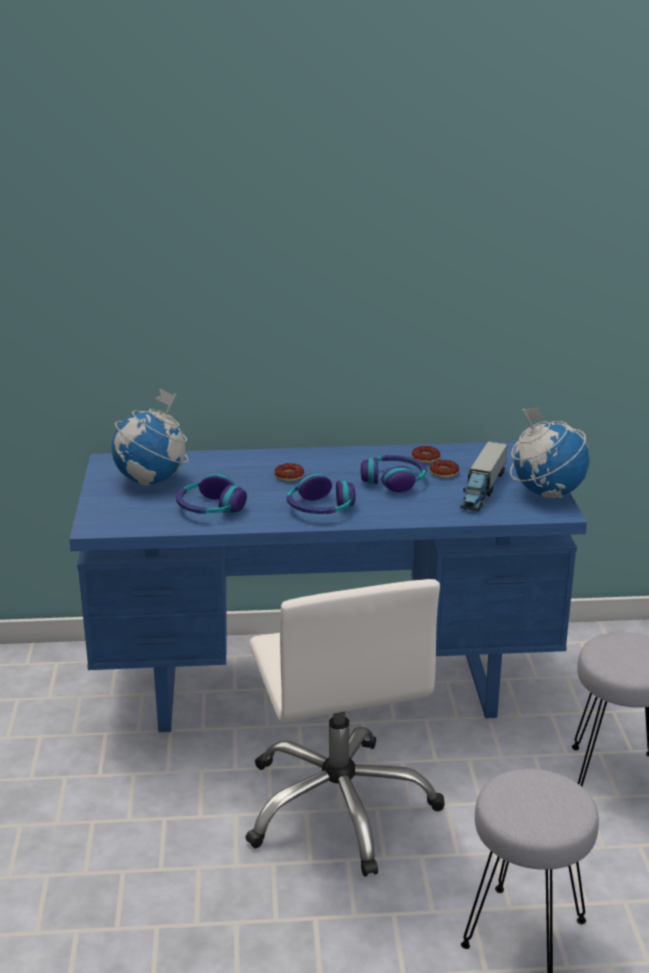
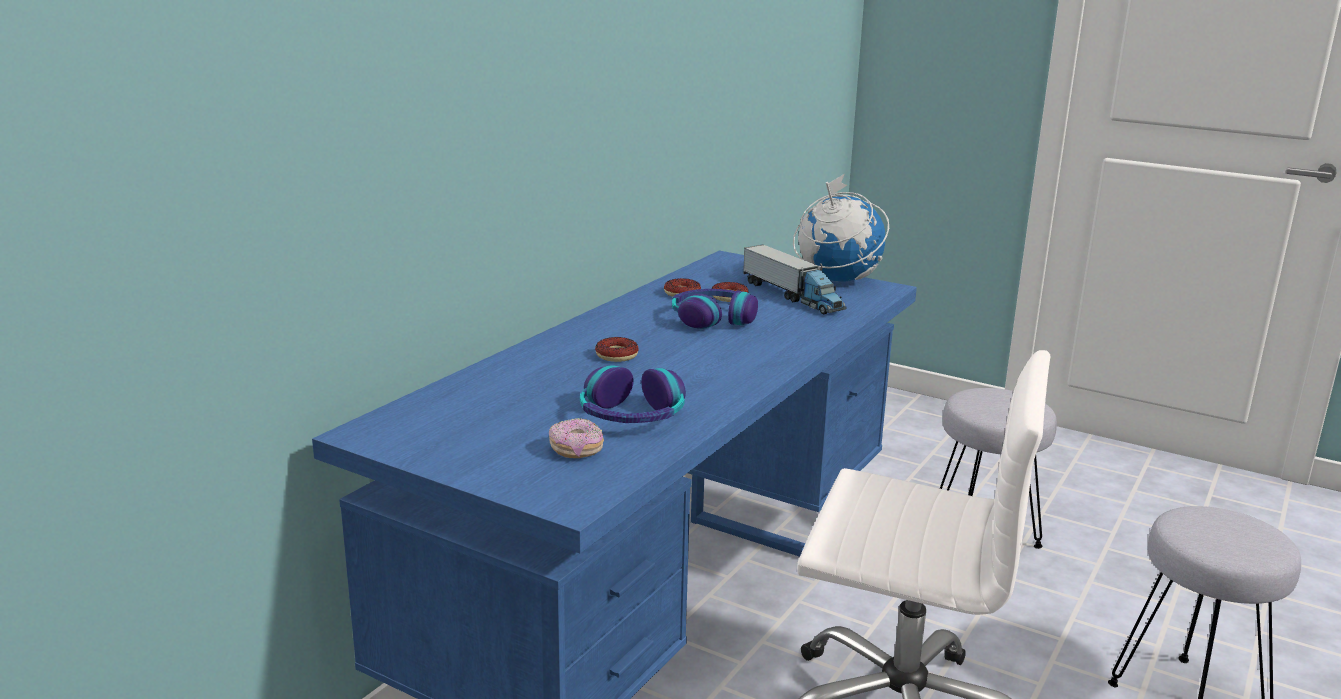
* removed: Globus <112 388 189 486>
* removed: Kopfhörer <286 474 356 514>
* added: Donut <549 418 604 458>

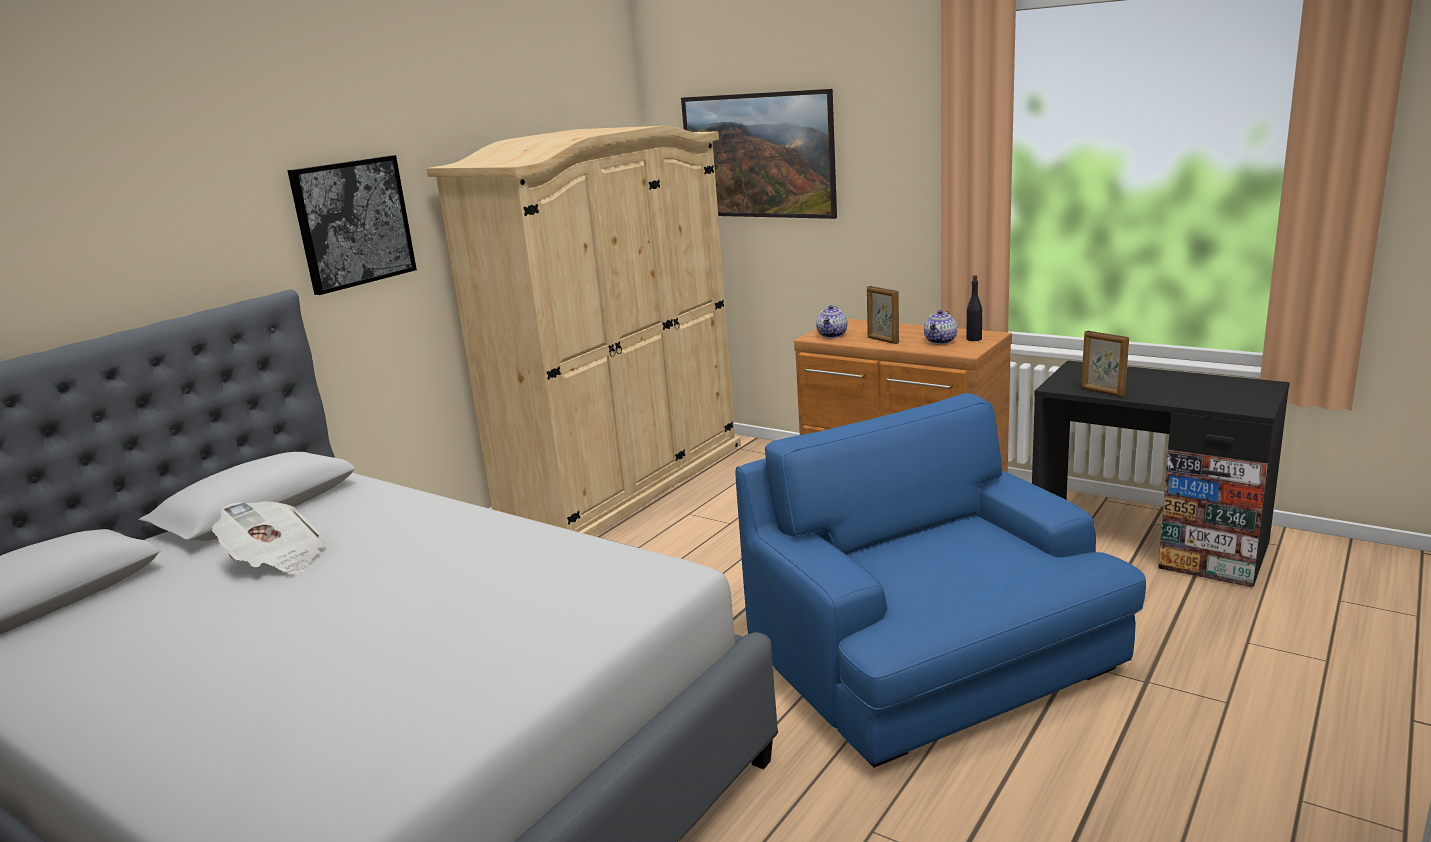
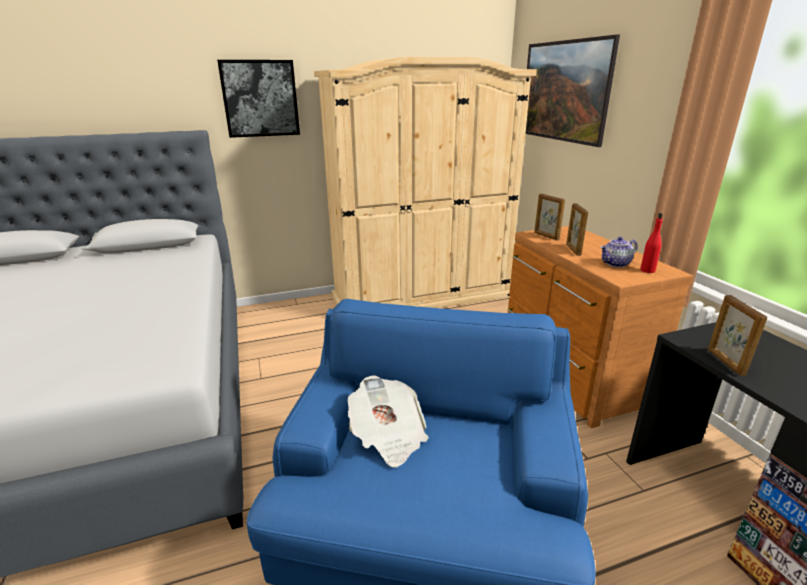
* moved: Zeitung <212 501 326 574> to <347 375 429 468>
* replaced: Teekanne <816 305 847 338> to Bilderrahmen <534 194 565 240>
* recoloured: Flasche [schwarz] <967 275 982 341> to Flasche [rot] <640 213 663 273>

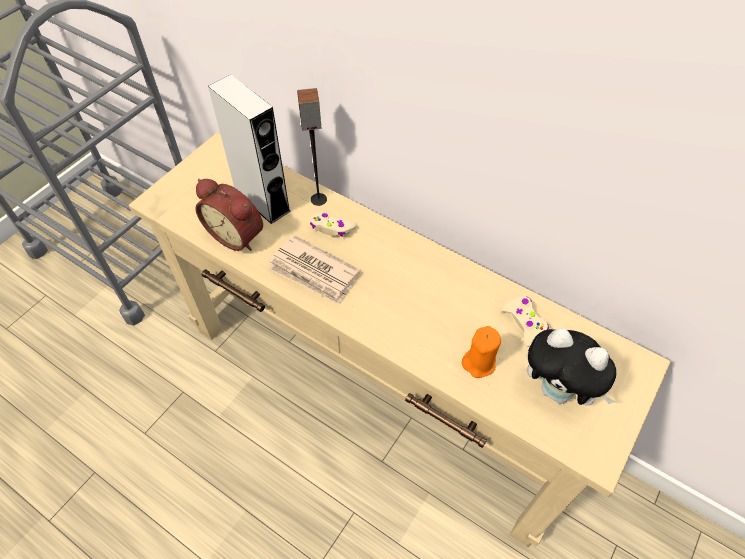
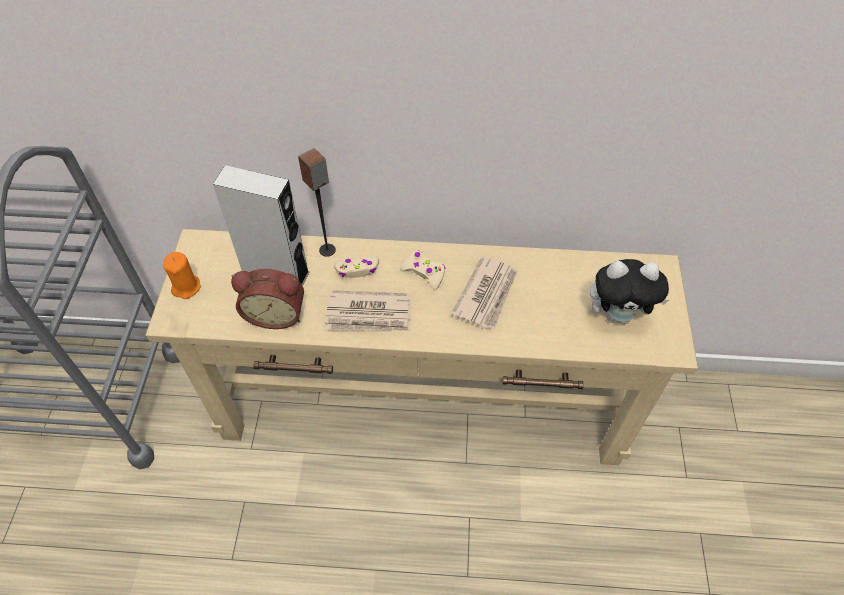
* moved: Kerze [orange] <462 326 501 378> to <163 252 201 299>
* moved: Gamepad [beige] <500 296 549 347> to <400 250 445 290>
* added: Zeitung <451 256 518 329>

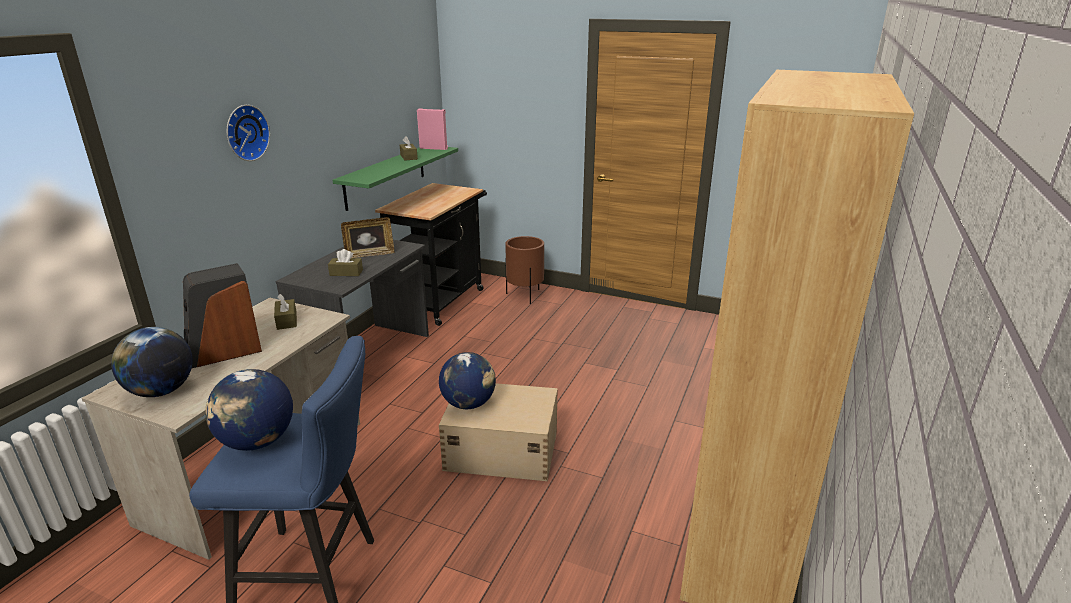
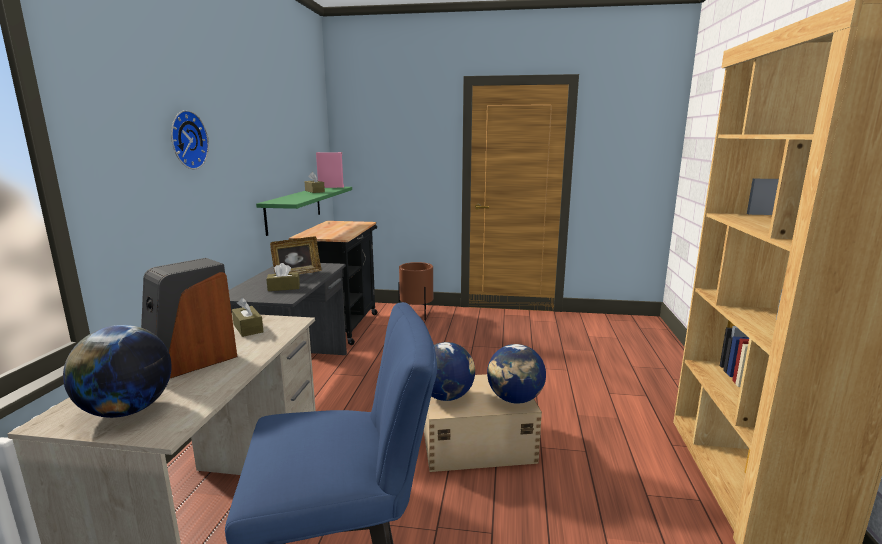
* moved: Globus <205 369 293 451> to <487 344 546 404>

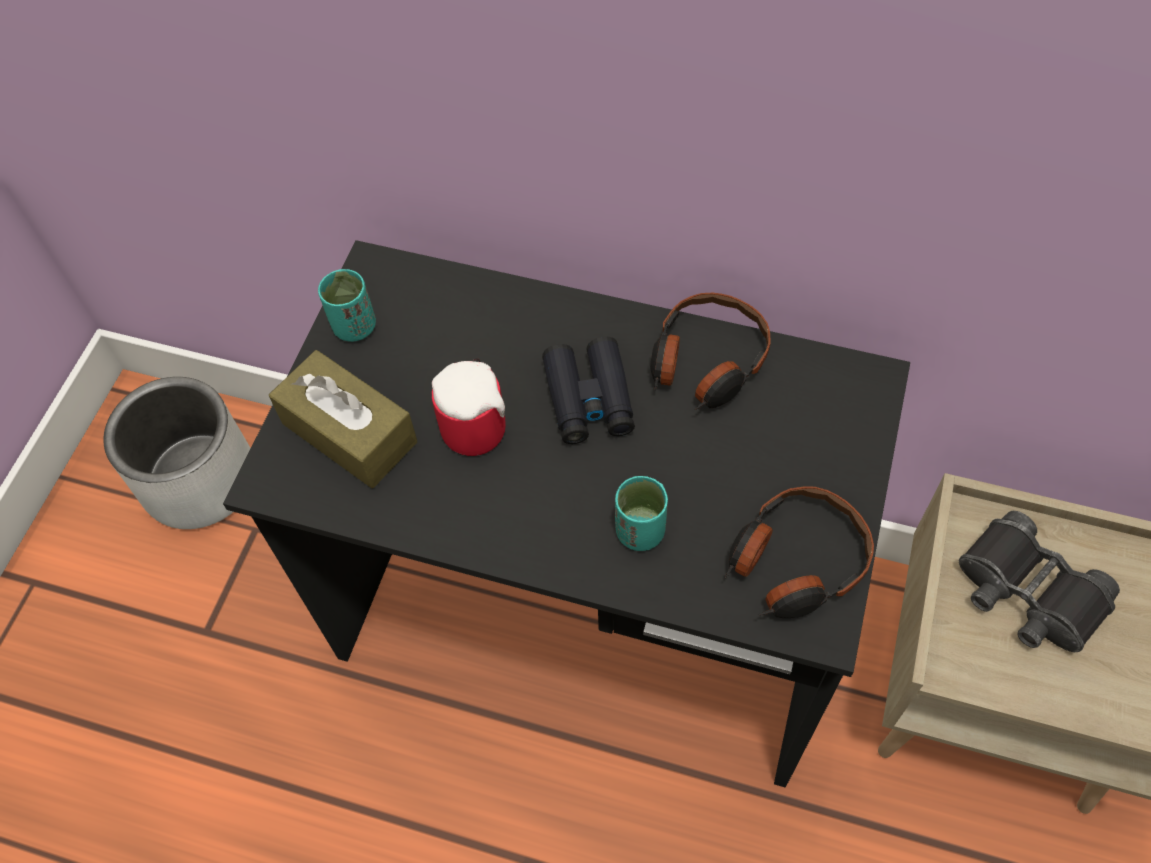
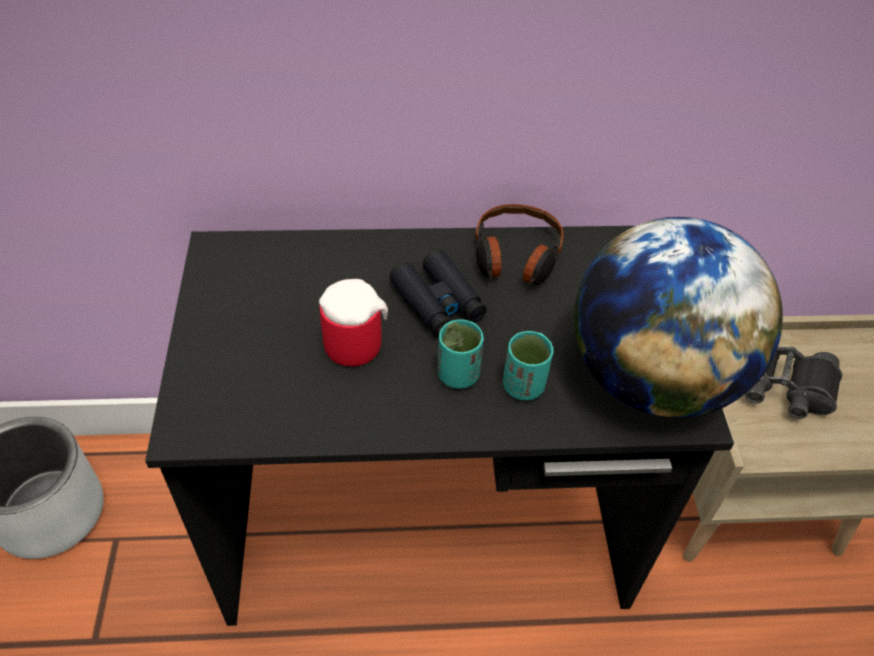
* removed: Taschentuchbox [braun] <269 350 417 488>
* moved: Tasse [türkis] <318 269 376 342> to <438 319 484 389>
* replaced: Kopfhörer <725 486 874 618> to Globus <574 217 783 418>

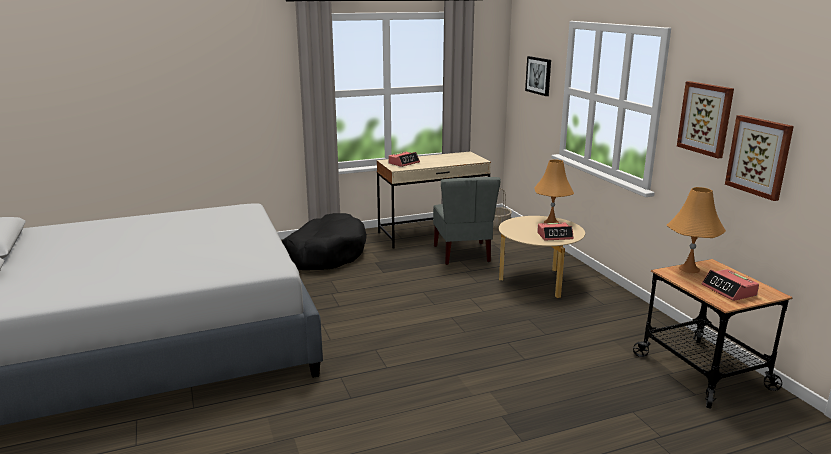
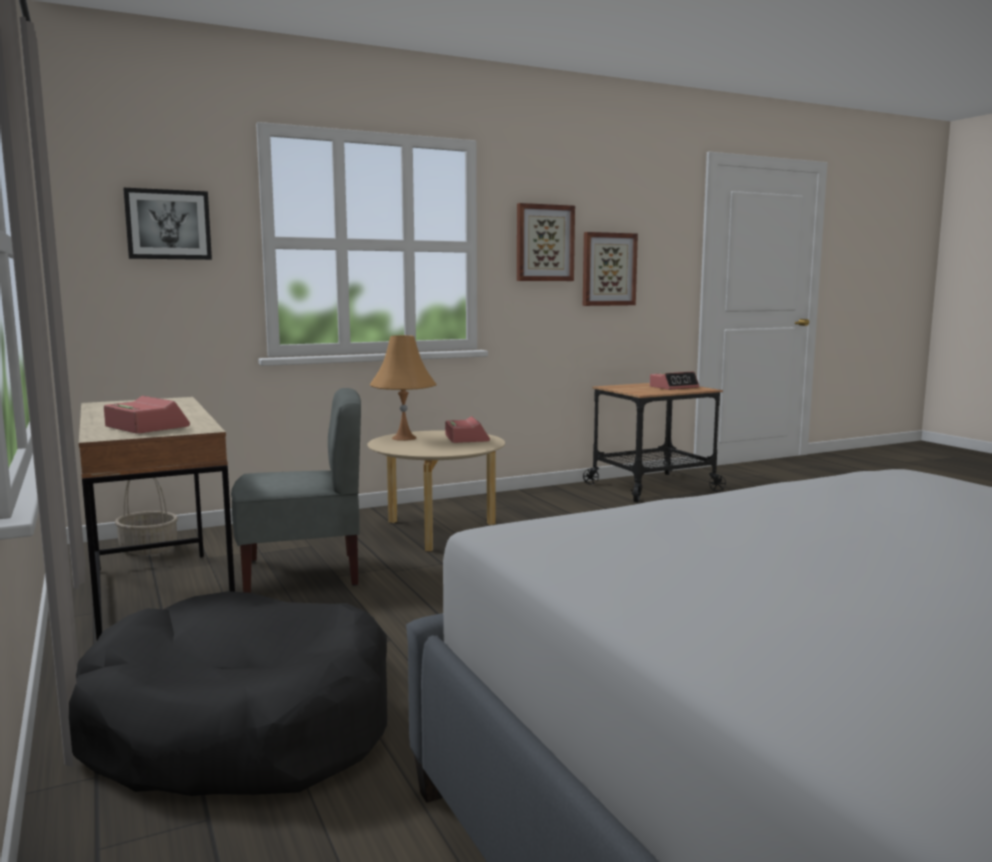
* removed: Tischlampe [orange] <667 187 726 273>

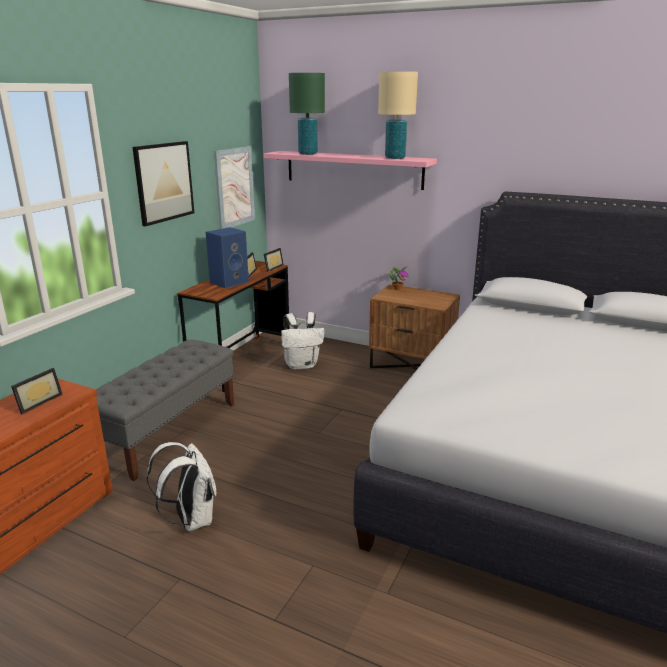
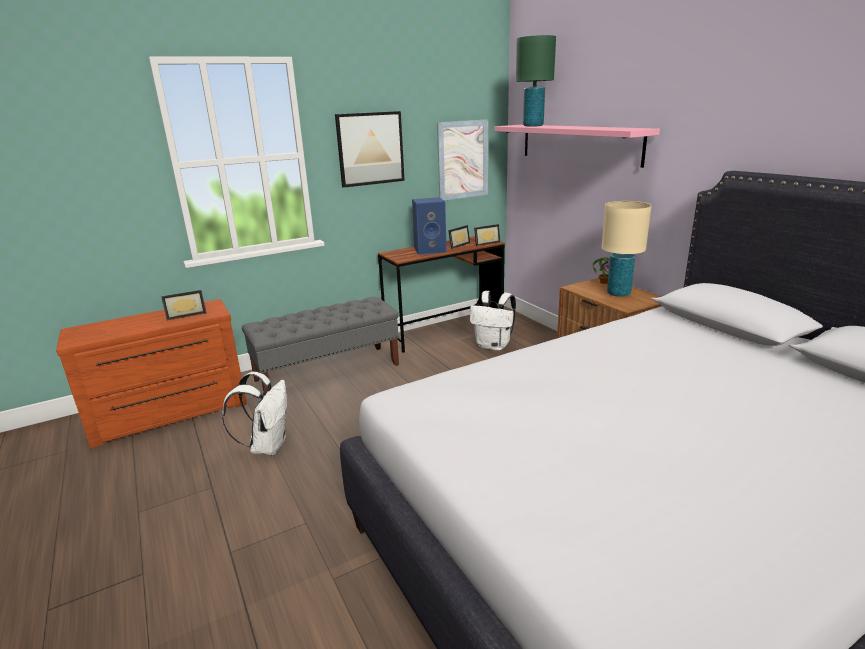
* moved: Tischlampe [beige] <378 71 418 159> to <602 201 652 297>

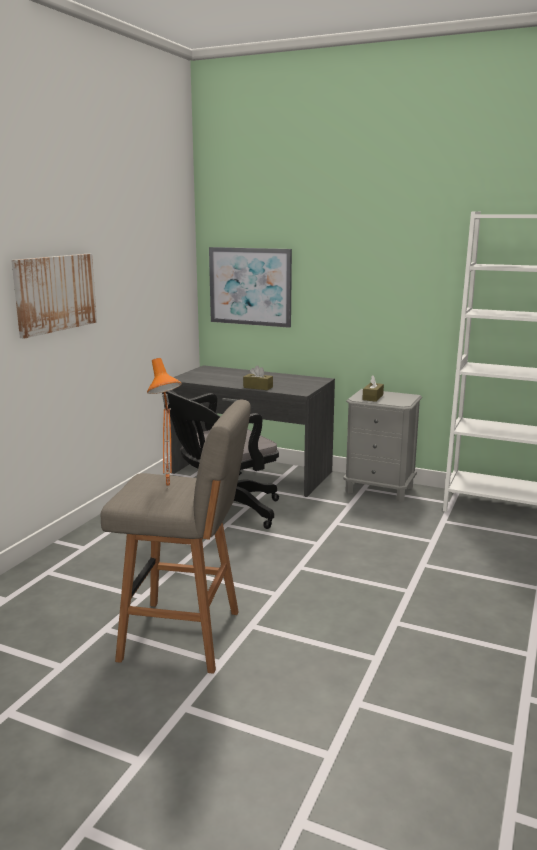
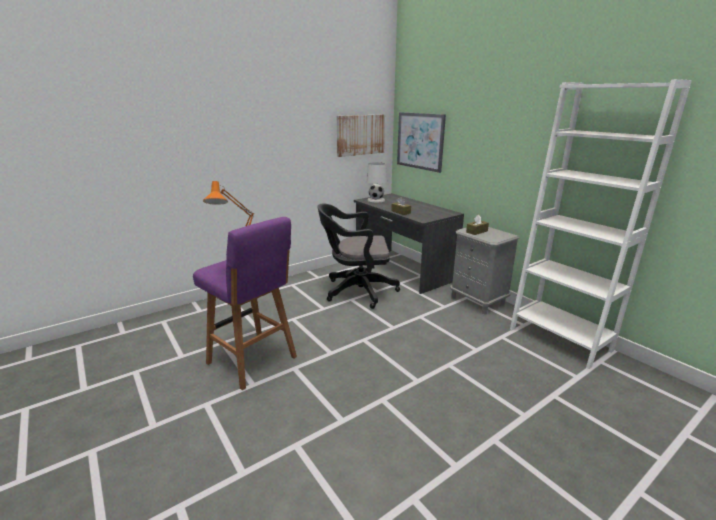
* moved: Bild <11 254 97 339> to <337 114 385 157>
* recoloured: Hocker [grau] <100 400 251 674> to Hocker [lila] <193 217 297 390>
* added: Tischlampe [weiß] <366 162 387 202>

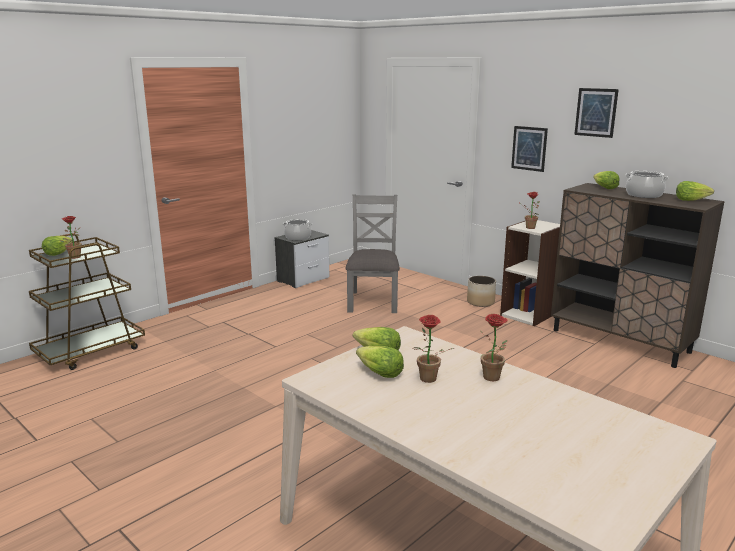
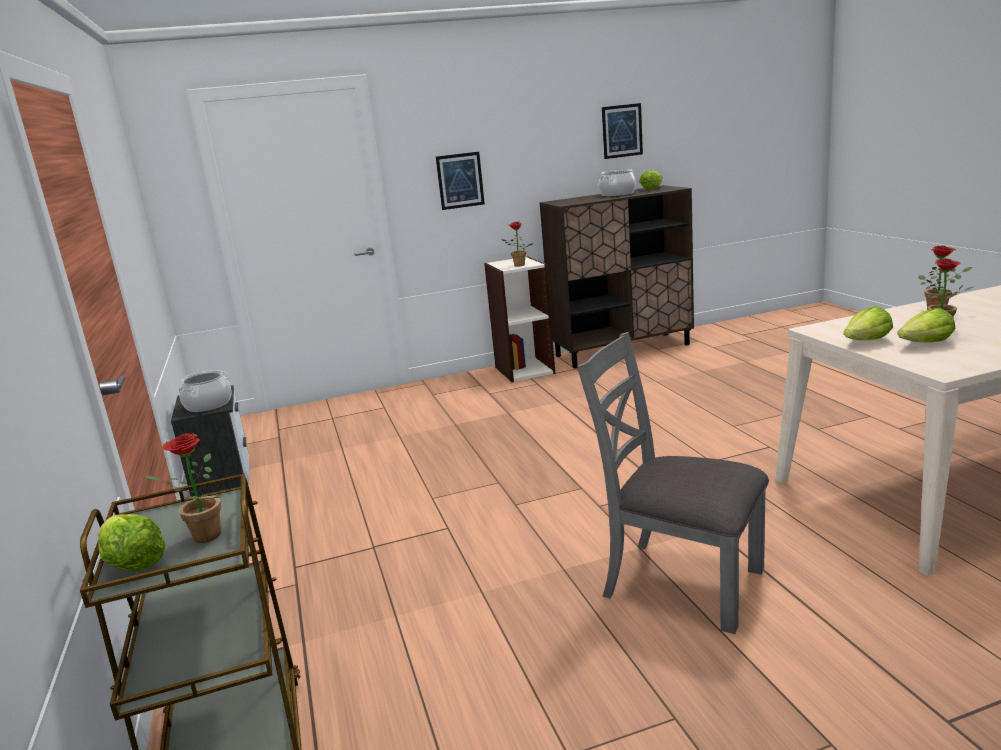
* moved: Stuhl [grau] <345 194 400 313> to <577 332 769 634>
* removed: Pflanzkübel <467 276 496 307>
* moved: Bild <574 88 619 138> to <602 103 643 159>
* removed: Salatkopf <593 171 620 189>

